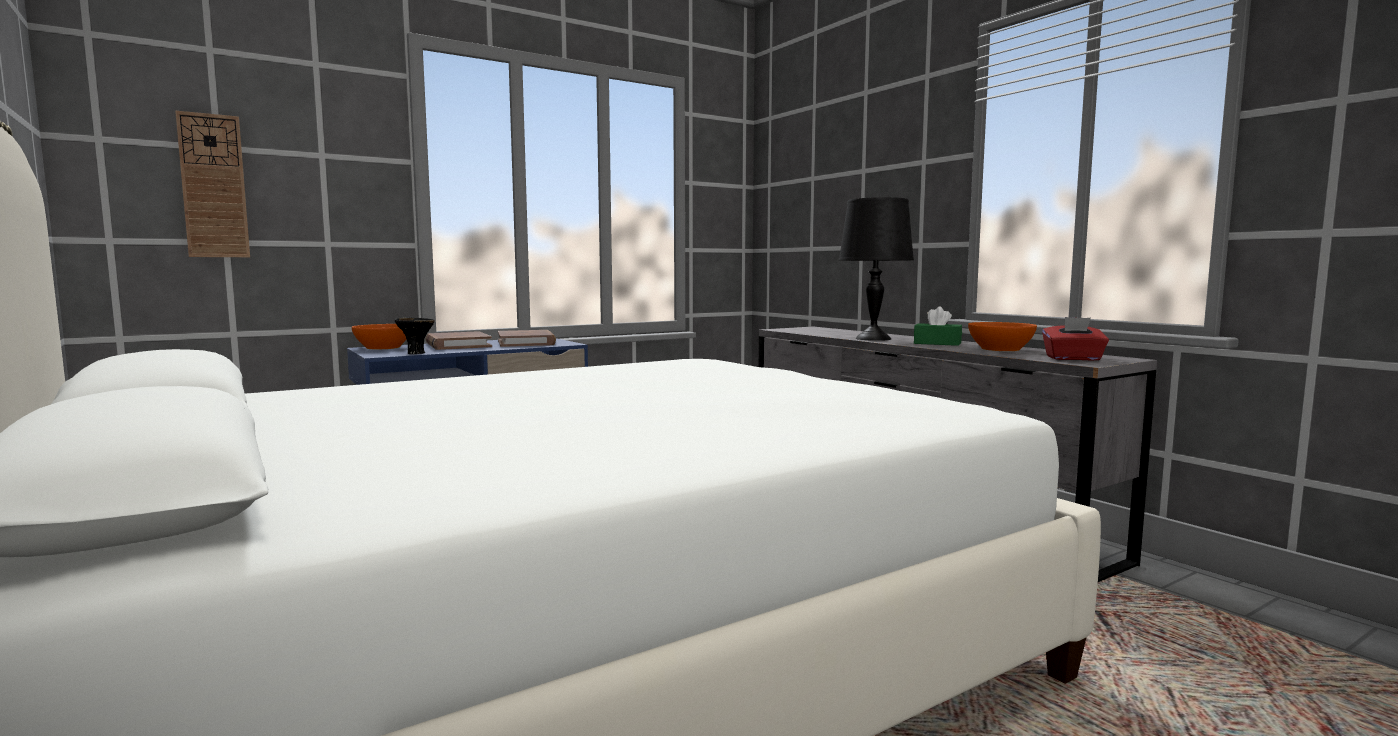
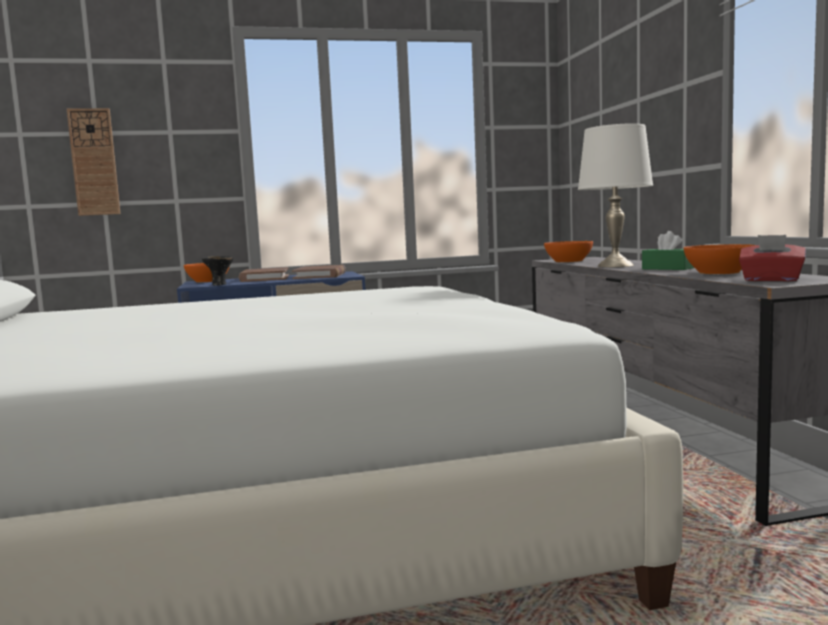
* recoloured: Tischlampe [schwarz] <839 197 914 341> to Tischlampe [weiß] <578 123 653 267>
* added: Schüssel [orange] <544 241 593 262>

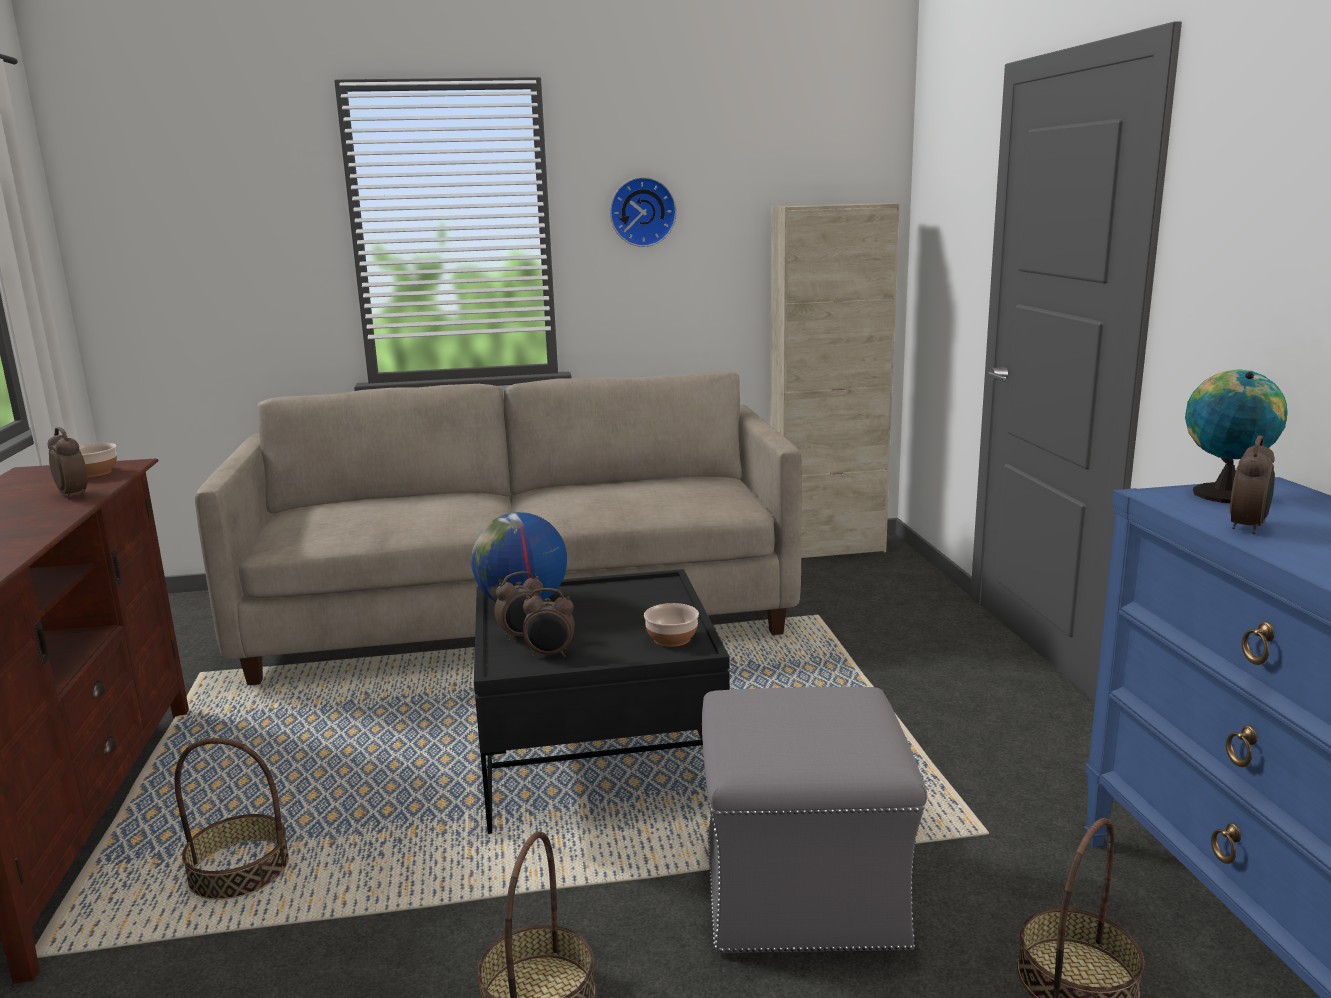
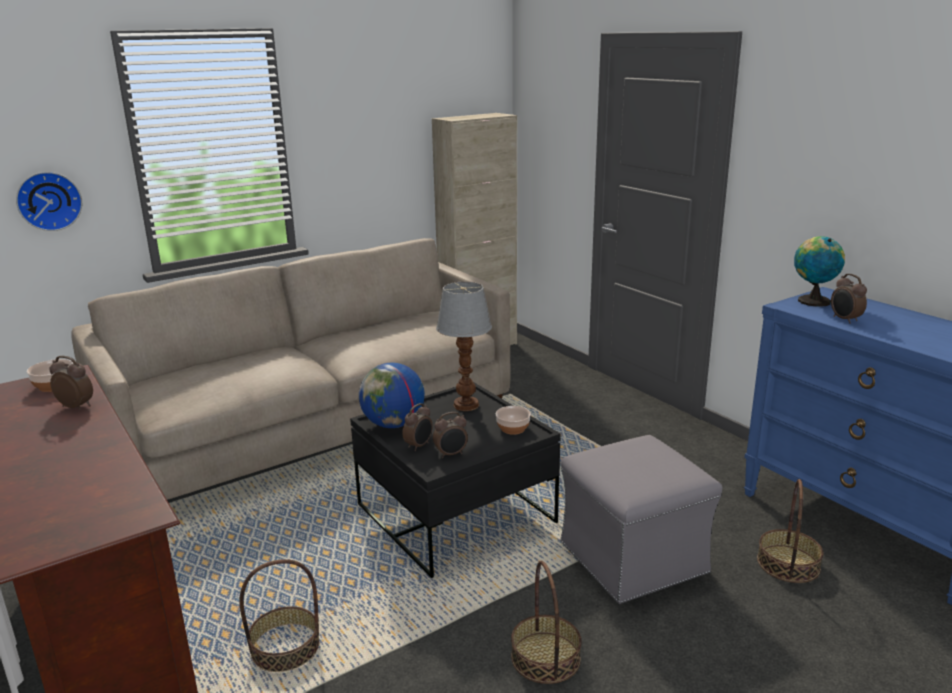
* moved: Wanduhr <610 177 677 247> to <16 172 82 231>
* turned: Wecker <1230 436 1275 534> = <831 274 867 324> 150 degrees clockwise
* added: Tischlampe <436 282 492 411>

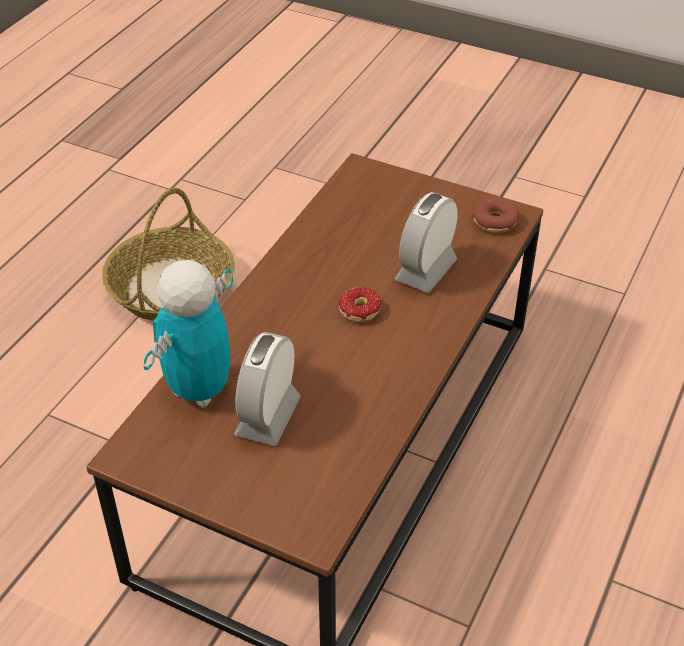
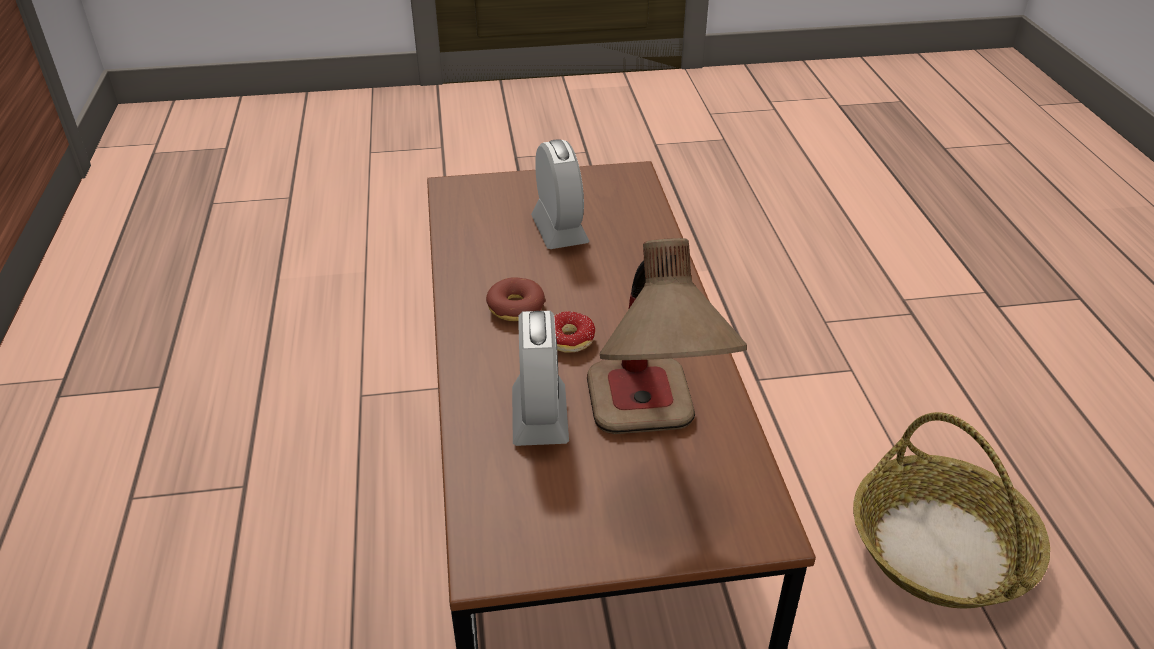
* removed: Spielzeugroboter <143 260 233 408>
* moved: Donut <471 197 519 233> to <486 277 546 321>
* added: Tischlampe <587 238 747 434>

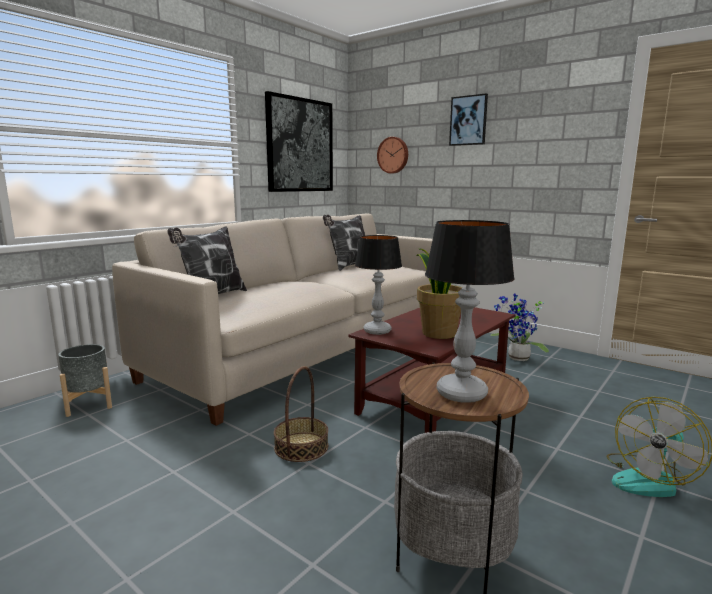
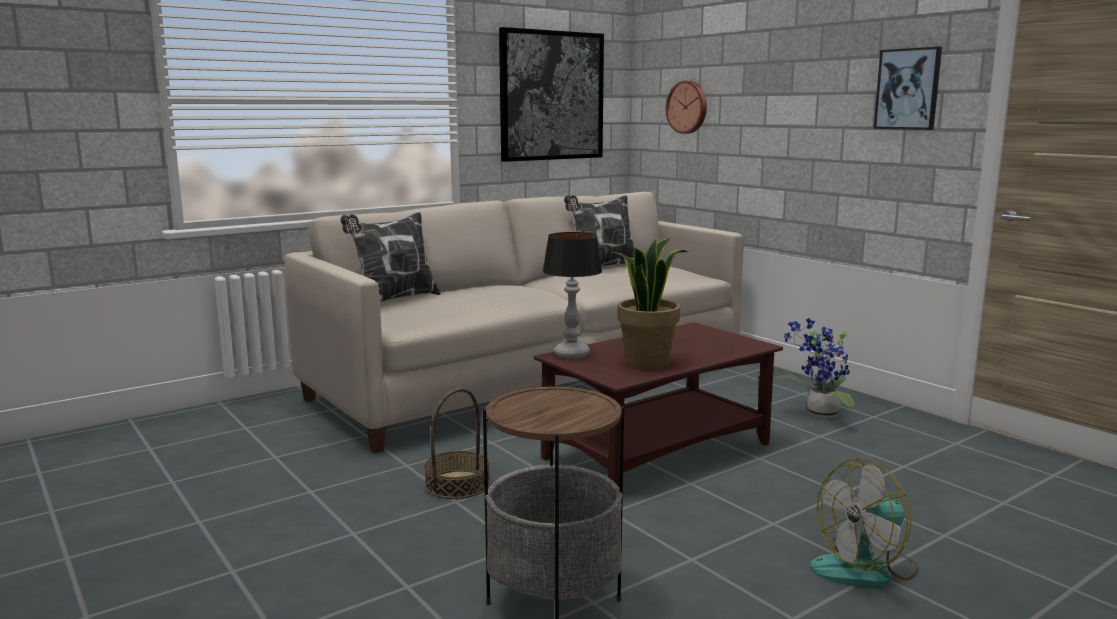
* removed: Pflanzkübel [grau] <58 344 112 417>
* removed: Tischlampe <425 220 515 403>
* moved: Bild <449 93 488 146> to <874 47 942 130>

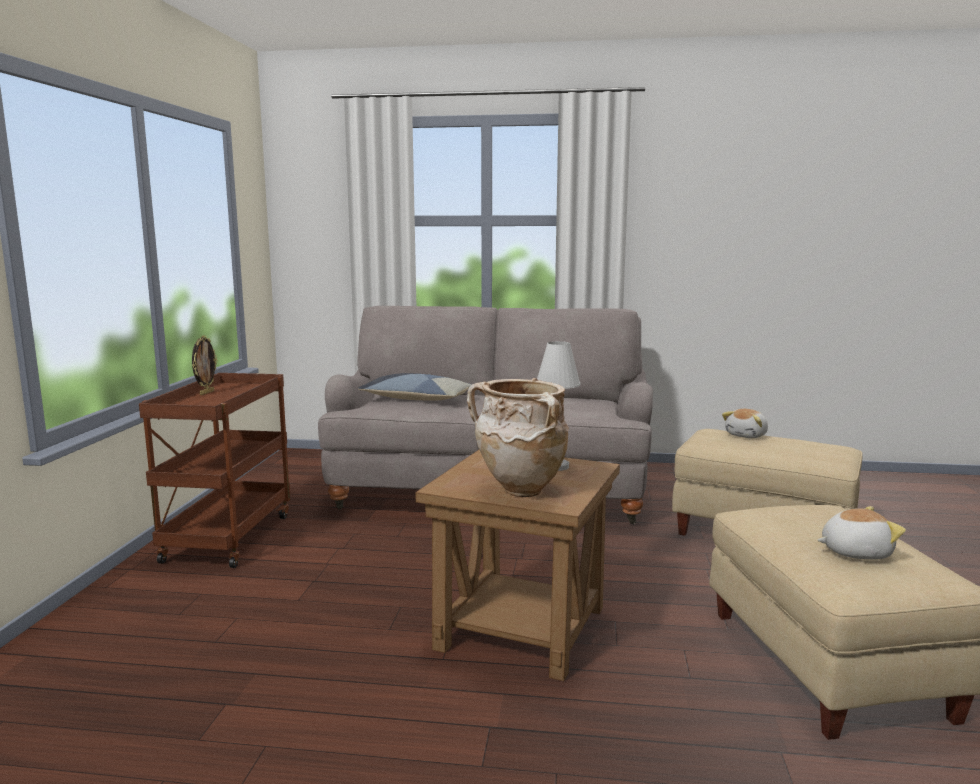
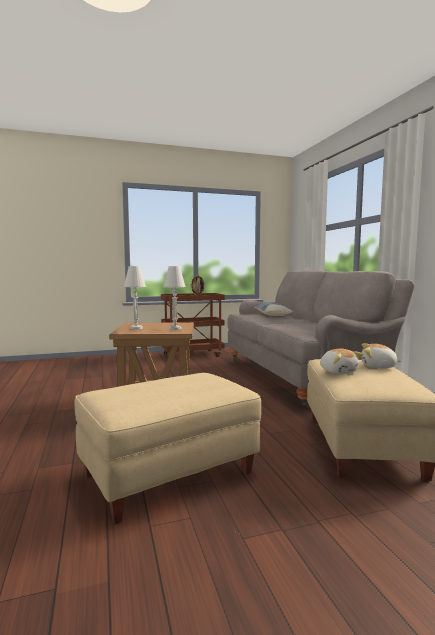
* replaced: Vase [beige] <467 378 569 497> to Tischlampe [weiß] <124 266 146 330>
* moved: Plüschtier <817 506 906 560> to <320 349 363 374>

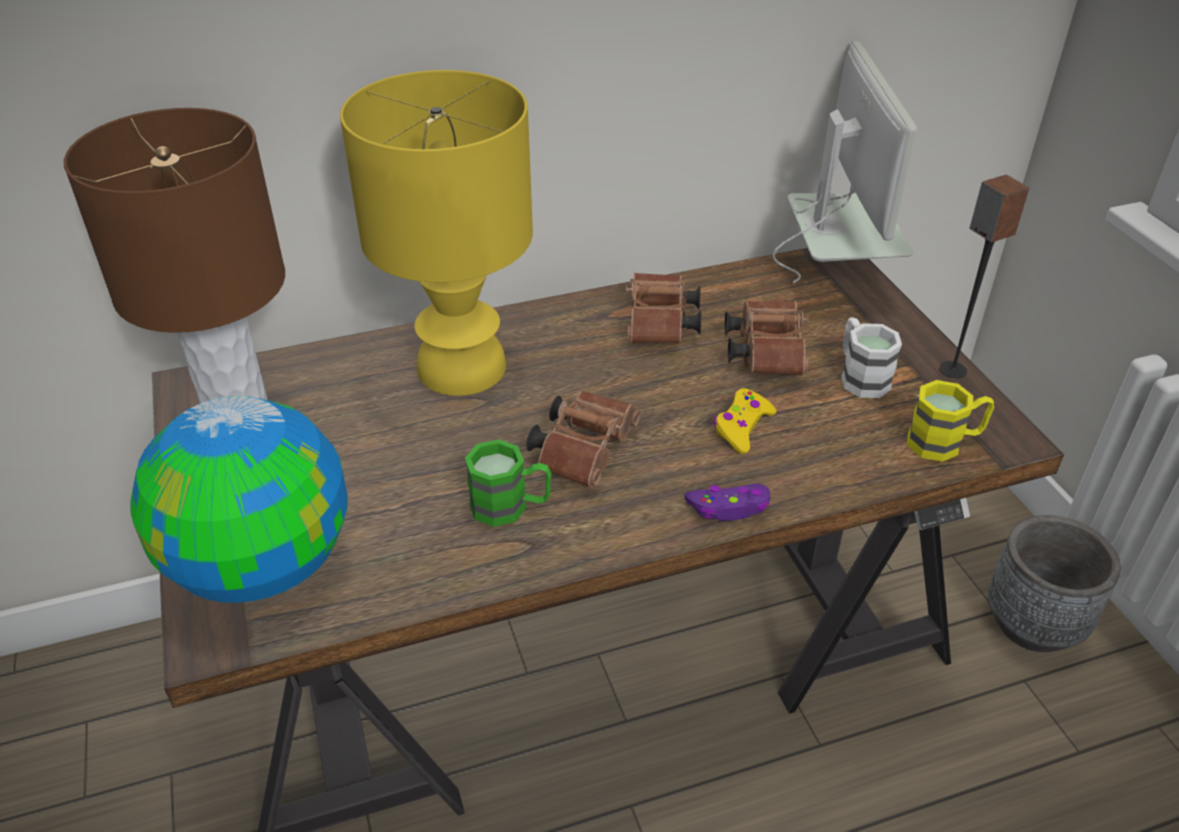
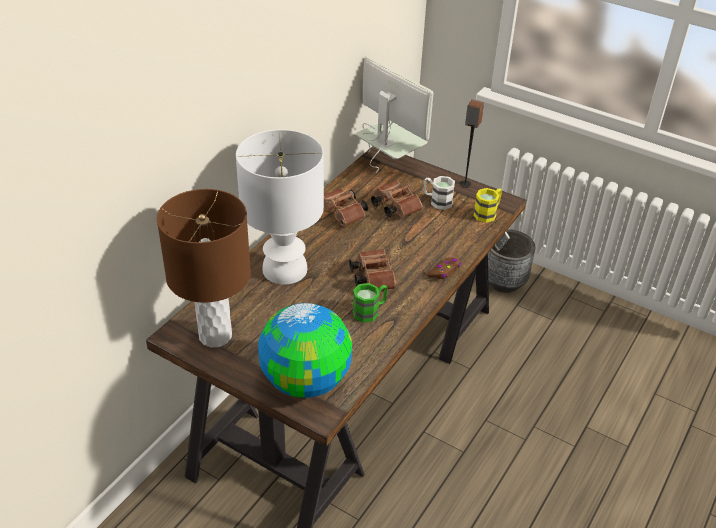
* recoloured: Tischlampe [gelb] <340 70 533 396> to Tischlampe [weiß] <236 129 324 285>
* recoloured: Gamepad [lila] <684 483 770 521> to Gamepad [braun] <426 257 461 279>
* removed: Gamepad [gelb] <714 388 777 454>

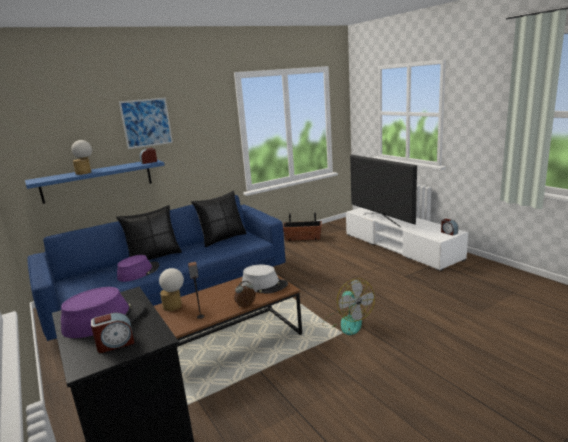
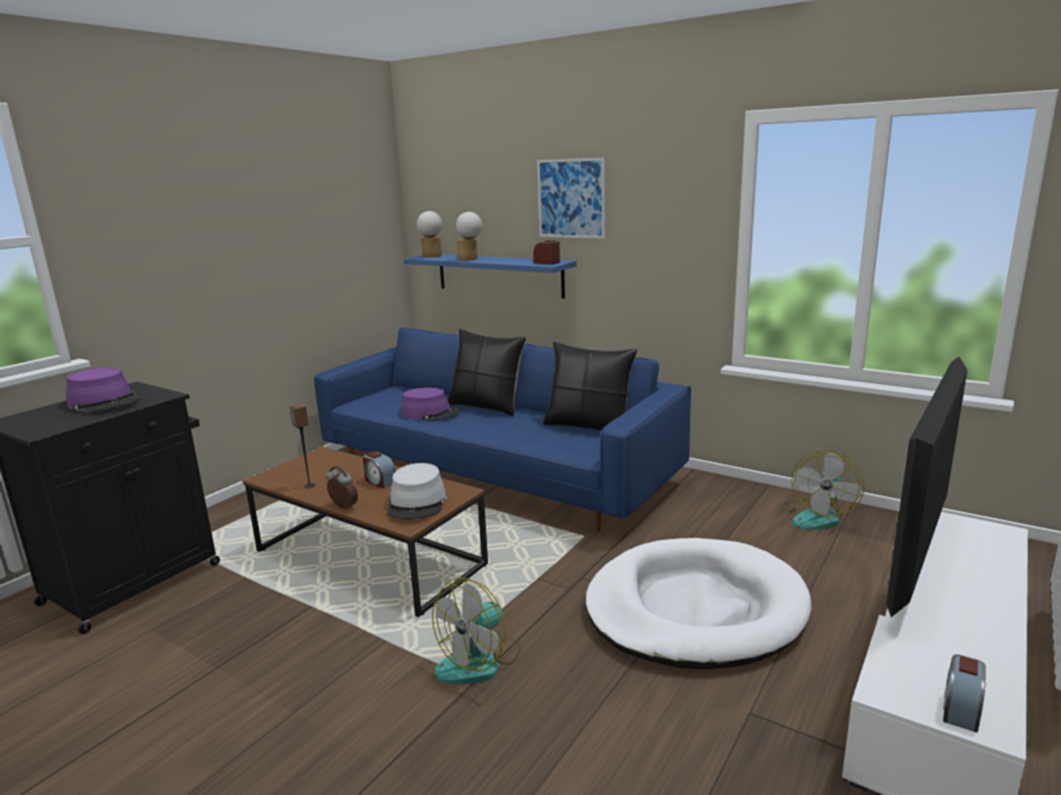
* moved: Wecker <91 313 135 353> to <363 451 395 489>
* moved: Tischlampe <159 268 184 311> to <417 211 442 257>
* replaced: Pflanzkübel <283 212 322 241> to Ventilator <781 450 865 529>
* added: Hundebett [weiß] <585 538 811 670>

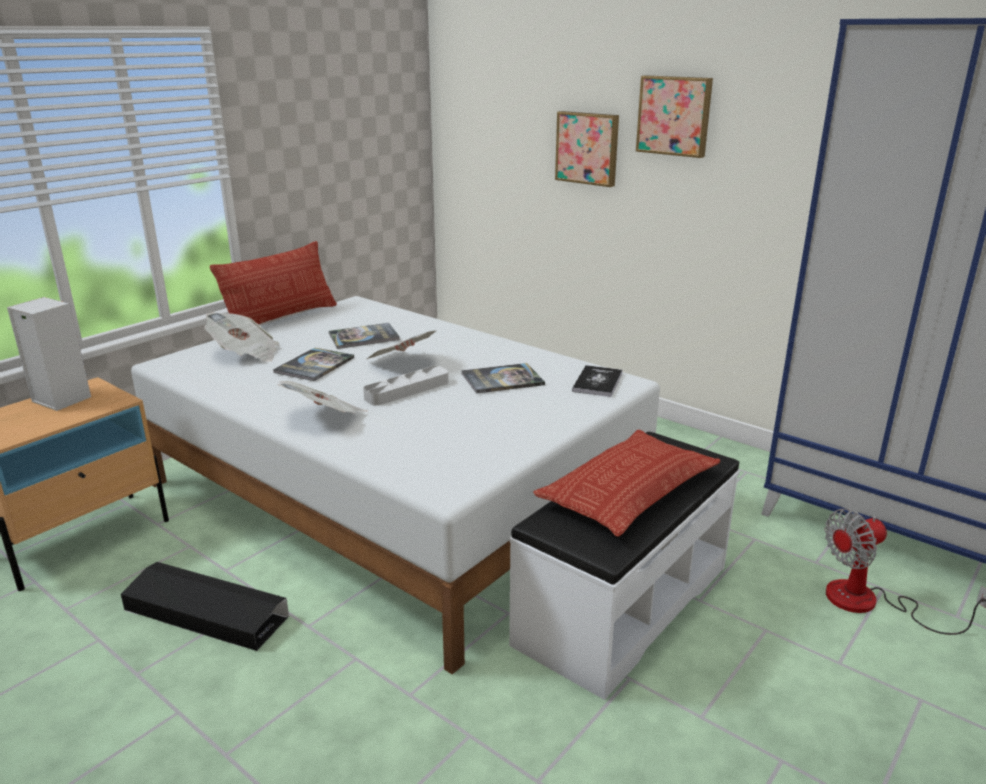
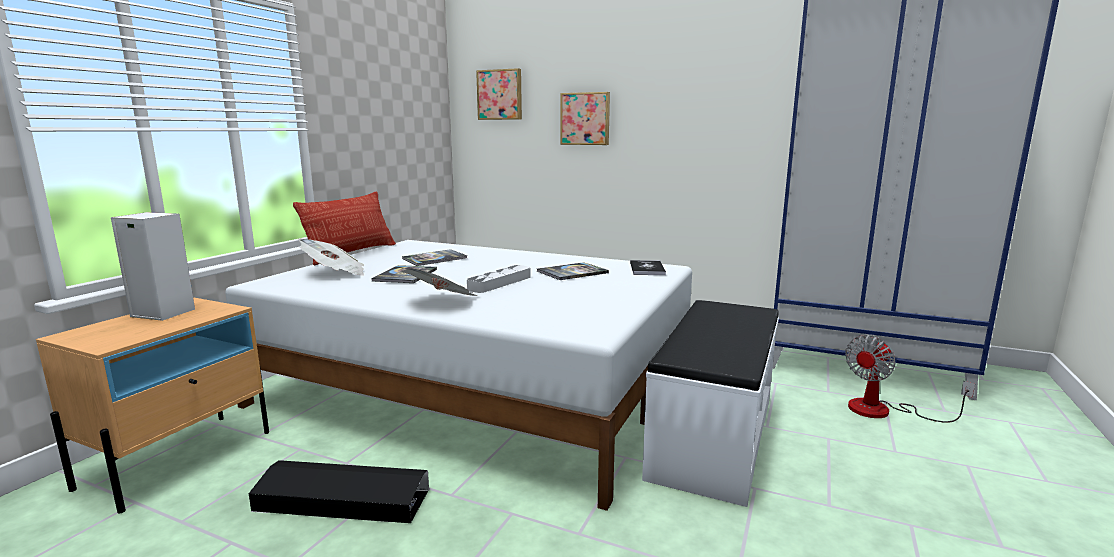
* removed: Zeitung <367 331 436 359>
* removed: Kissen <533 430 720 537>
* moved: Bild <636 75 713 158> to <476 68 522 120>

